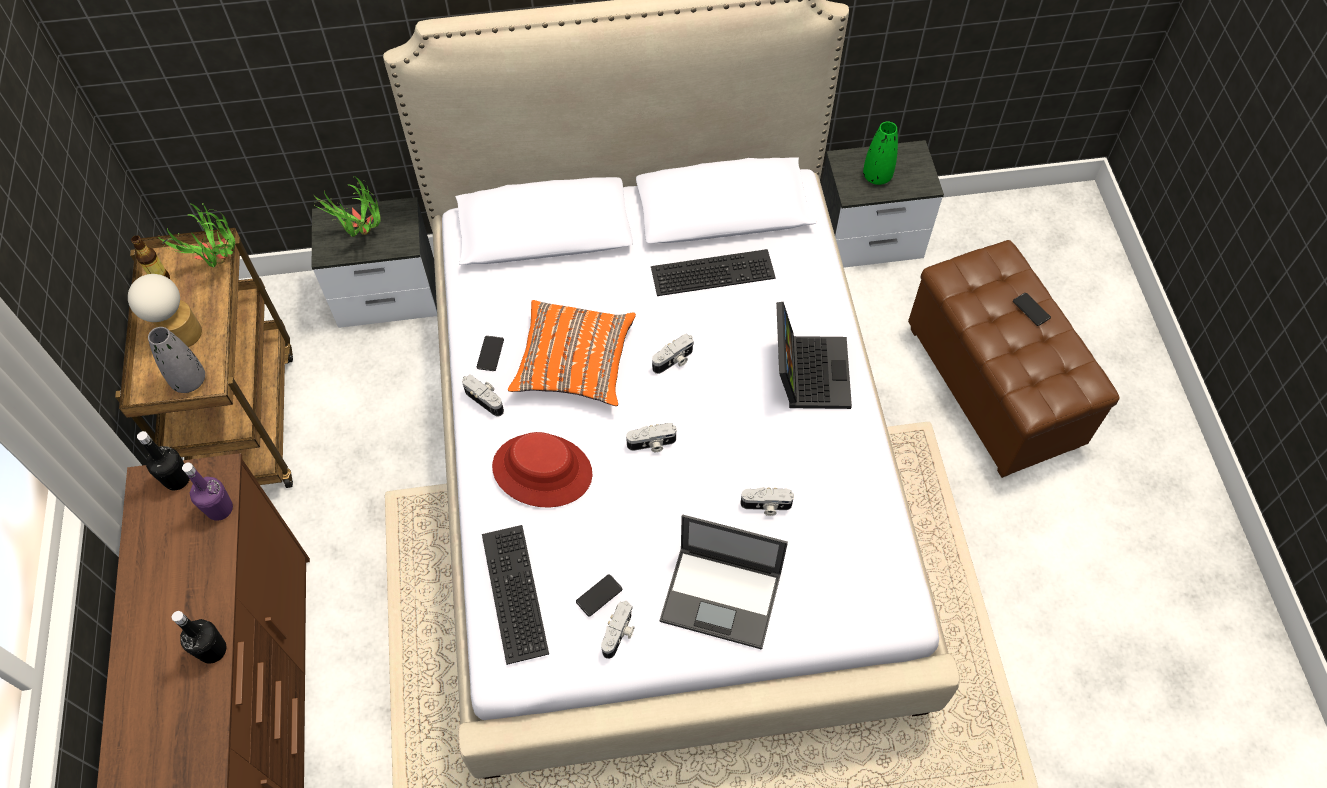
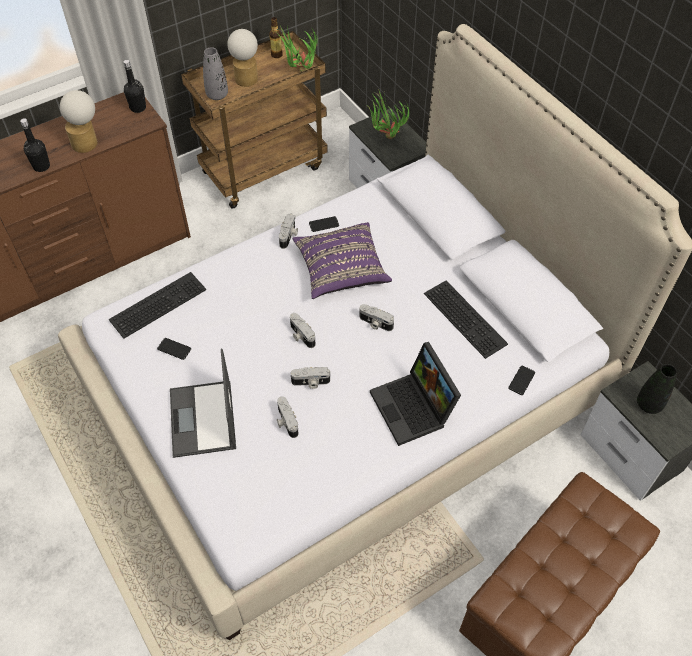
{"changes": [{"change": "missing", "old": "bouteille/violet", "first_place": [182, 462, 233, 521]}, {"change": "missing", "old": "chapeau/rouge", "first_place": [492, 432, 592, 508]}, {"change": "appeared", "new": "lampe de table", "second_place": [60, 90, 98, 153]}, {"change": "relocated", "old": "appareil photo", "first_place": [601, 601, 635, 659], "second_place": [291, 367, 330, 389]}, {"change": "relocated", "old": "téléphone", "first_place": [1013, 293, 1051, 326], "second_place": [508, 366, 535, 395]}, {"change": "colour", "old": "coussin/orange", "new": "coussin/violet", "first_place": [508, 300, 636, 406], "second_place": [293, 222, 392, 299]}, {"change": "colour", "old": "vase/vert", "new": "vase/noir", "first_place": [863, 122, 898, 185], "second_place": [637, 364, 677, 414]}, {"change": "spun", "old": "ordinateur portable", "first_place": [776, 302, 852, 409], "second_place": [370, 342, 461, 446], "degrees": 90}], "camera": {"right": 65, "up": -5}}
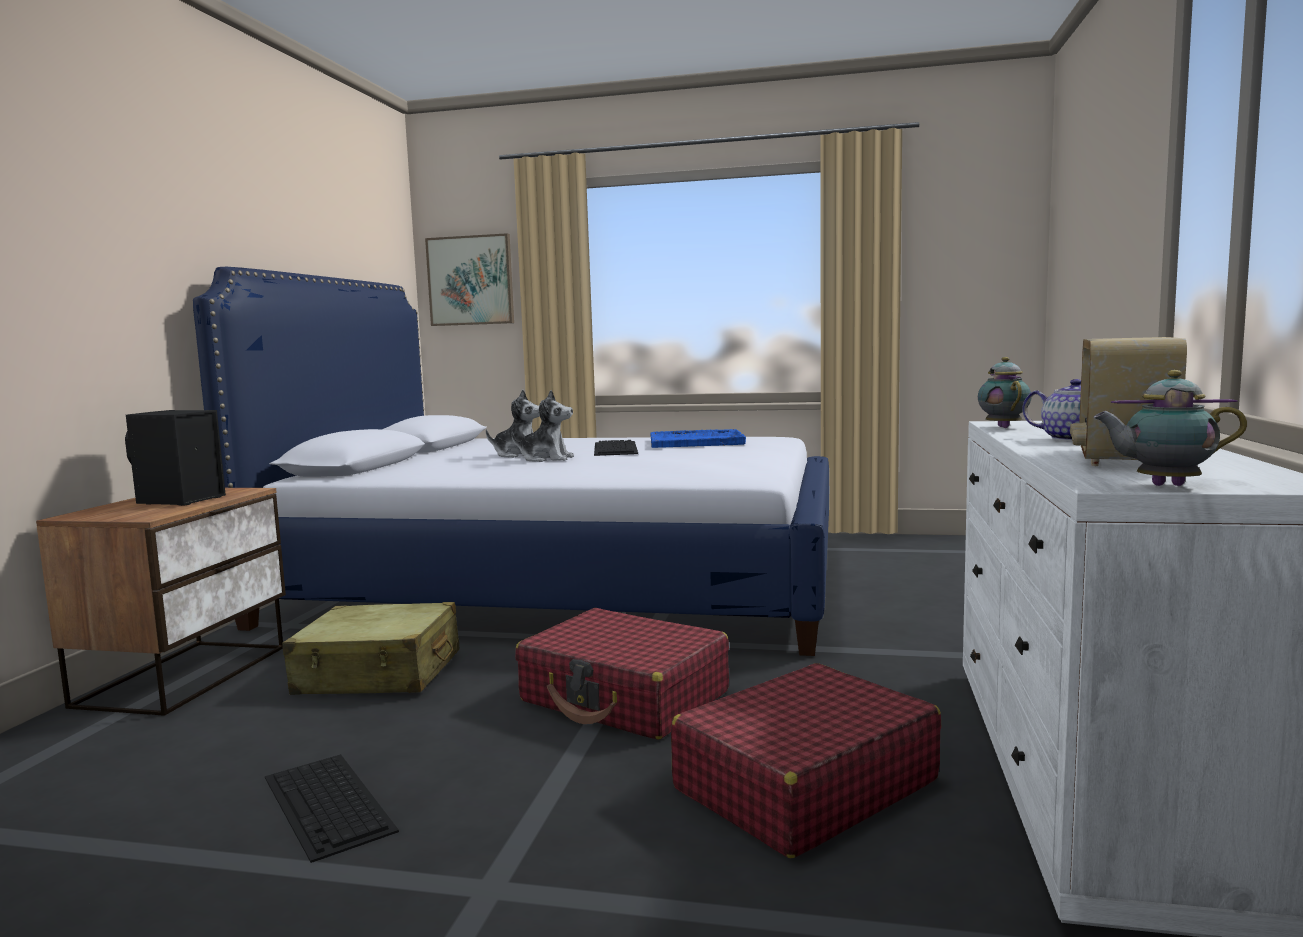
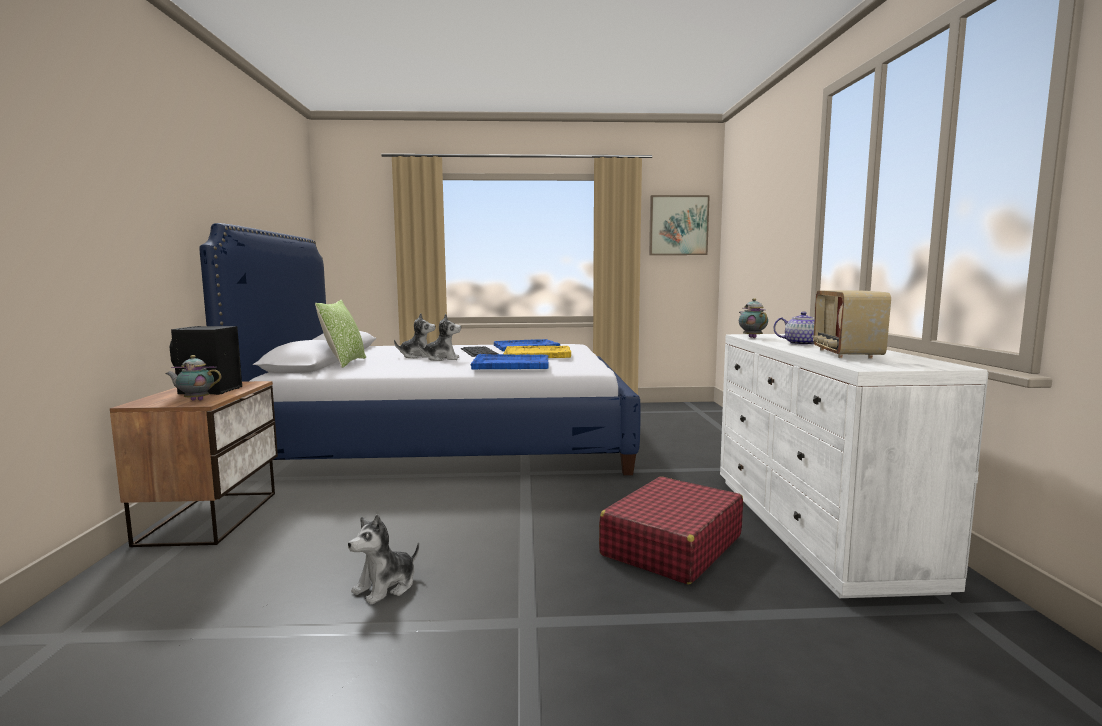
{"changes": [{"change": "missing", "old": "valise/beige", "first_place": [282, 602, 459, 695]}, {"change": "missing", "old": "valise/rouge", "first_place": [515, 608, 729, 740]}, {"change": "appeared", "new": "coussin", "second_place": [315, 300, 366, 368]}, {"change": "appeared", "new": "plateau/bleu", "second_place": [470, 354, 549, 369]}, {"change": "appeared", "new": "plateau/jaune", "second_place": [503, 346, 571, 358]}, {"change": "relocated", "old": "tableau", "first_place": [425, 233, 514, 326], "second_place": [649, 195, 710, 255]}, {"change": "relocated", "old": "théière", "first_place": [1093, 370, 1247, 486], "second_place": [165, 355, 221, 401]}, {"change": "exchanged", "old": "clavier", "new": "peluche", "first_place": [265, 754, 399, 863], "second_place": [348, 514, 419, 605]}], "camera": {"right": -15, "up": 0}}
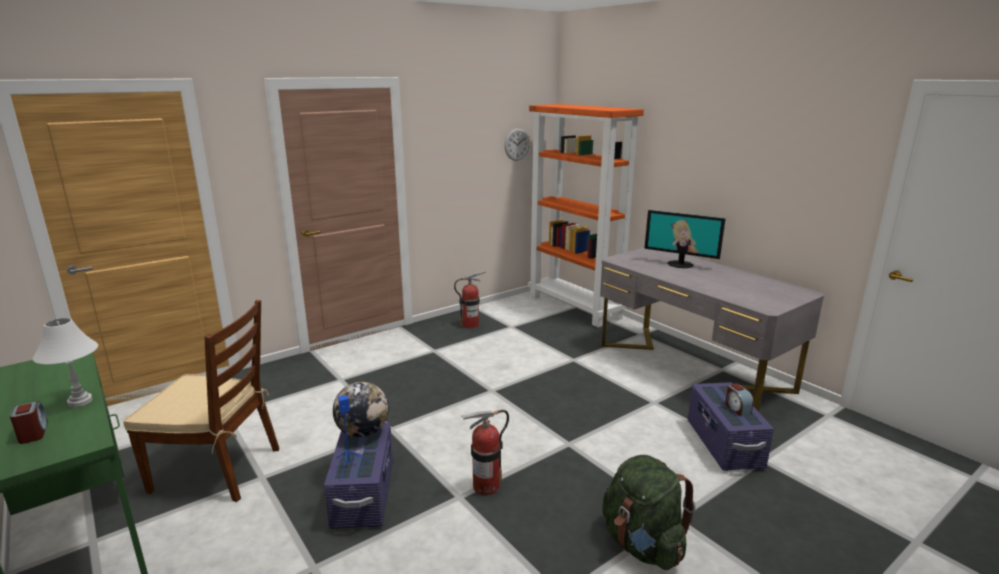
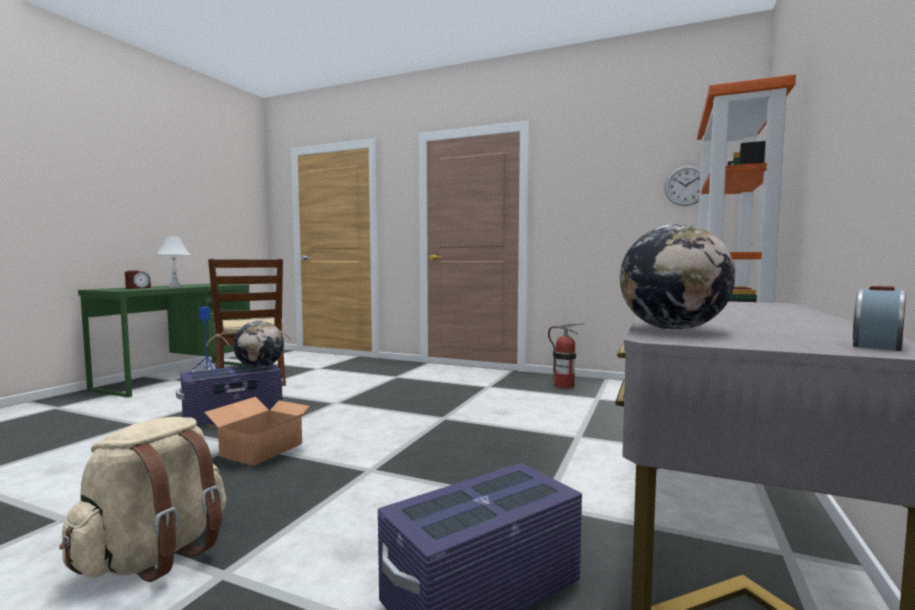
{"changes": [{"change": "missing", "old": "écran d'ordinateur", "first_place": [644, 210, 726, 268]}, {"change": "appeared", "new": "globe", "second_place": [620, 224, 735, 330]}, {"change": "relocated", "old": "réveil", "first_place": [725, 384, 753, 416], "second_place": [853, 286, 906, 351]}, {"change": "exchanged", "old": "extincteur", "new": "carton", "first_place": [461, 410, 509, 496], "second_place": [204, 397, 315, 466]}, {"change": "colour", "old": "sac à dos/vert", "new": "sac à dos/beige", "first_place": [602, 455, 696, 570], "second_place": [59, 417, 226, 582]}], "camera": {"right": 60, "up": -15}}
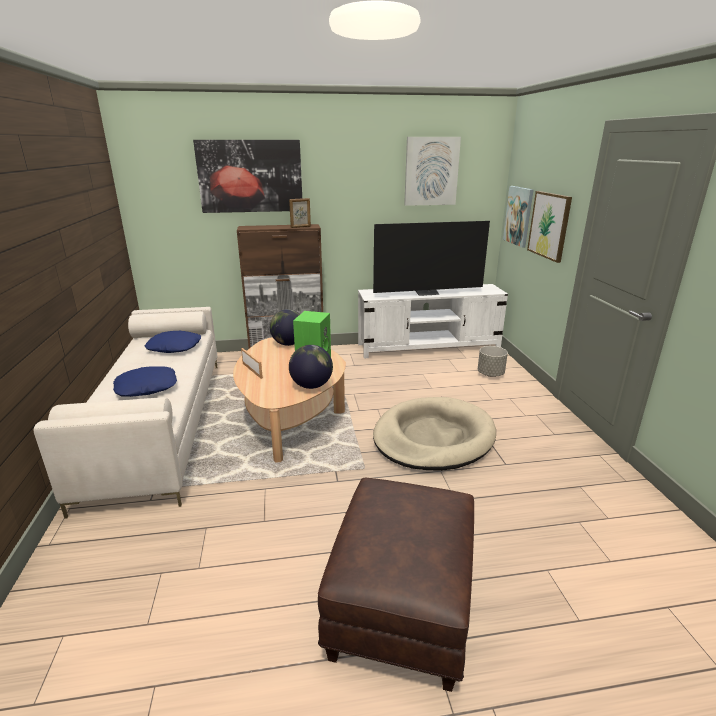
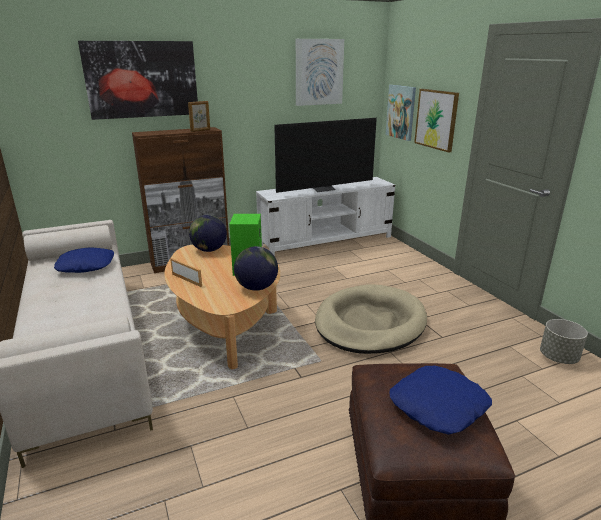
{"changes": [{"change": "relocated", "old": "coussin/bleu", "first_place": [113, 367, 177, 397], "second_place": [389, 366, 492, 435]}, {"change": "relocated", "old": "cache-pot/gris", "first_place": [478, 346, 508, 377], "second_place": [540, 319, 588, 364]}], "camera": {"right": -15, "up": 0}}
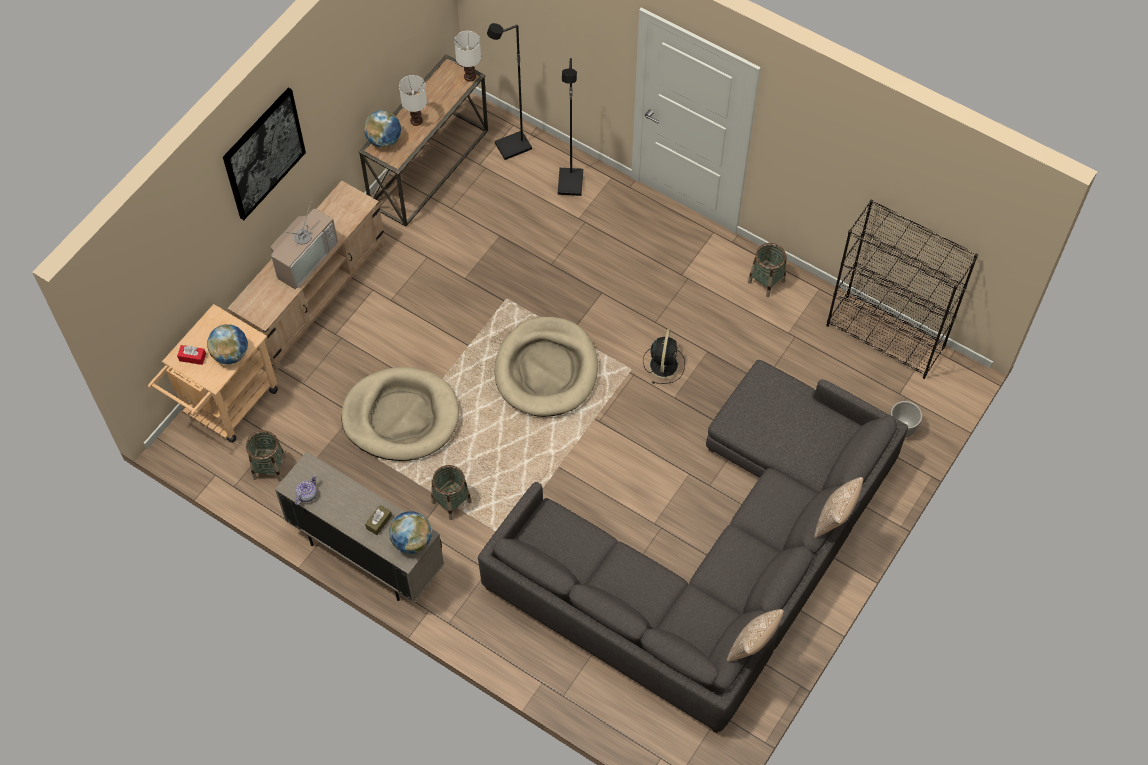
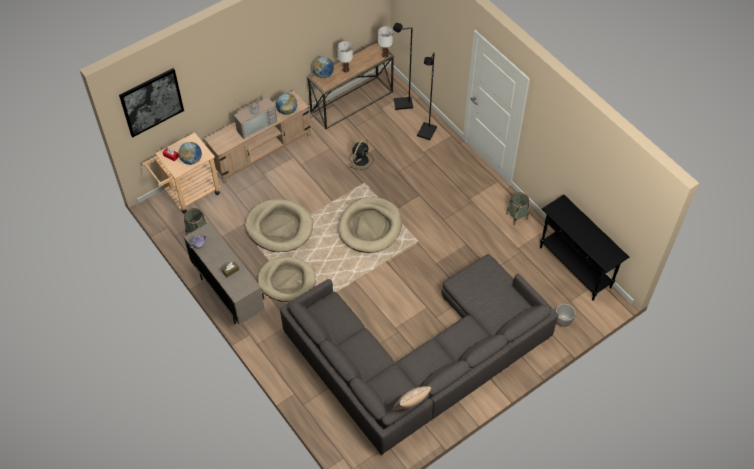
{"changes": [{"change": "missing", "old": "coussin", "first_place": [814, 477, 863, 538]}, {"change": "relocated", "old": "tableau", "first_place": [223, 88, 306, 220], "second_place": [119, 68, 184, 137]}, {"change": "relocated", "old": "globe", "first_place": [389, 511, 432, 554], "second_place": [276, 93, 297, 115]}, {"change": "relocated", "old": "ventilateur/noir", "first_place": [643, 329, 685, 384], "second_place": [350, 138, 374, 170]}, {"change": "exchanged", "old": "panier", "new": "panier pour chien/beige", "first_place": [431, 465, 472, 520], "second_place": [257, 256, 316, 302]}, {"change": "exchanged", "old": "bibliothèque/noir", "new": "table console/noir", "first_place": [826, 199, 978, 379], "second_place": [540, 195, 629, 301]}], "camera": {"right": 20, "up": -5}}
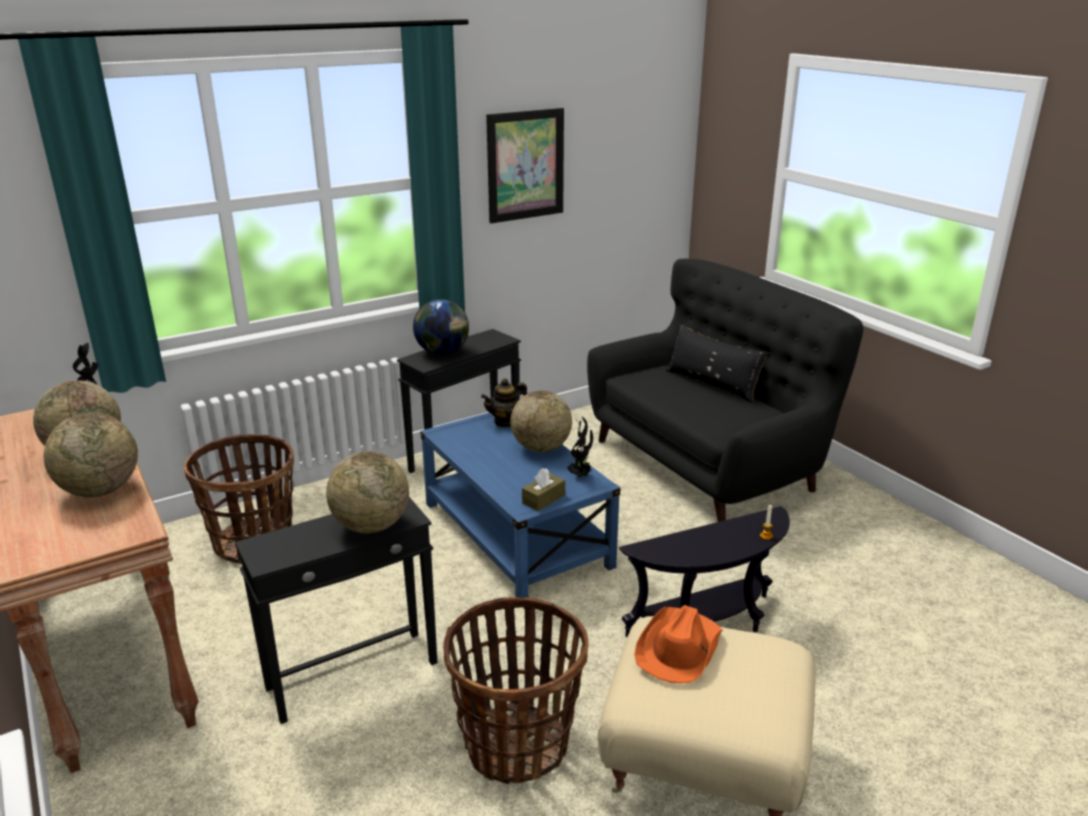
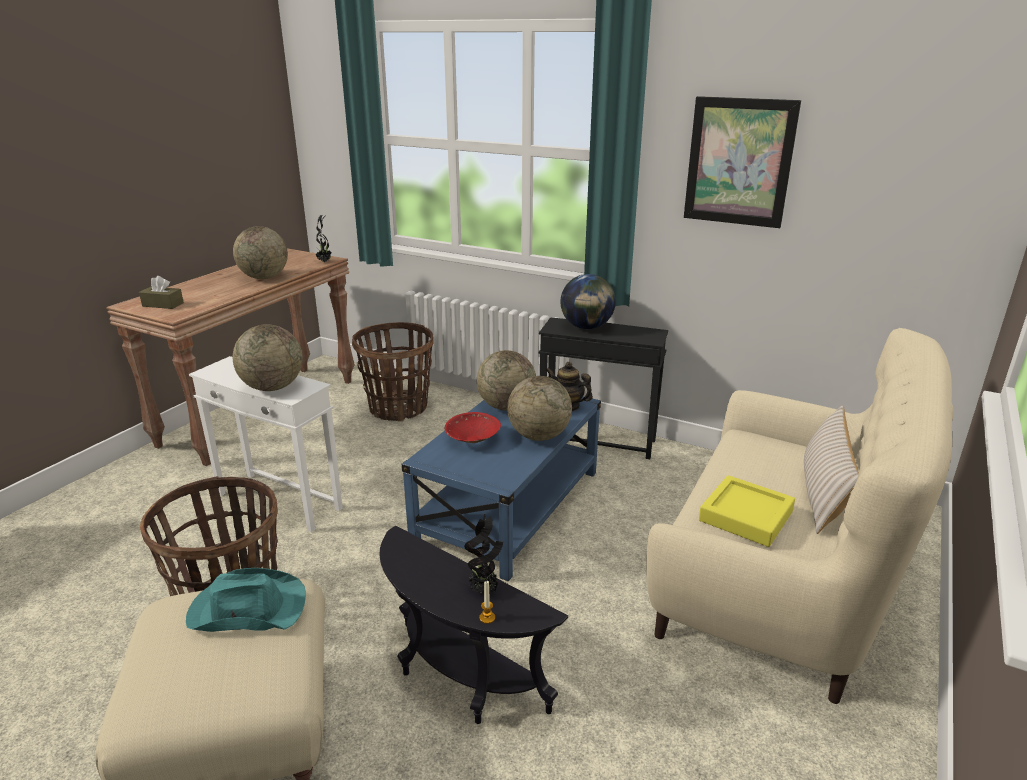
{"changes": [{"change": "appeared", "new": "bol/rouge", "second_place": [445, 412, 501, 443]}, {"change": "appeared", "new": "plateau/jaune", "second_place": [699, 475, 795, 547]}, {"change": "relocated", "old": "globe", "first_place": [44, 413, 138, 497], "second_place": [477, 350, 536, 410]}, {"change": "relocated", "old": "boîte à mouchoirs/marron", "first_place": [522, 468, 565, 511], "second_place": [139, 276, 184, 309]}, {"change": "relocated", "old": "plante en pot", "first_place": [567, 417, 593, 477], "second_place": [464, 514, 503, 594]}, {"change": "colour", "old": "table d'appoint/noir", "new": "table d'appoint/blanc", "first_place": [235, 497, 437, 724], "second_place": [189, 356, 343, 532]}, {"change": "colour", "old": "canapé/noir", "new": "canapé/beige", "first_place": [587, 259, 863, 522], "second_place": [646, 328, 954, 704]}, {"change": "colour", "old": "chapeau/orange", "new": "chapeau/turquoise", "first_place": [634, 605, 723, 683], "second_place": [186, 568, 306, 632]}, {"change": "colour", "old": "coussin/noir", "new": "coussin/beige", "first_place": [666, 324, 768, 403], "second_place": [804, 405, 859, 534]}], "camera": {"right": 60, "up": 0}}
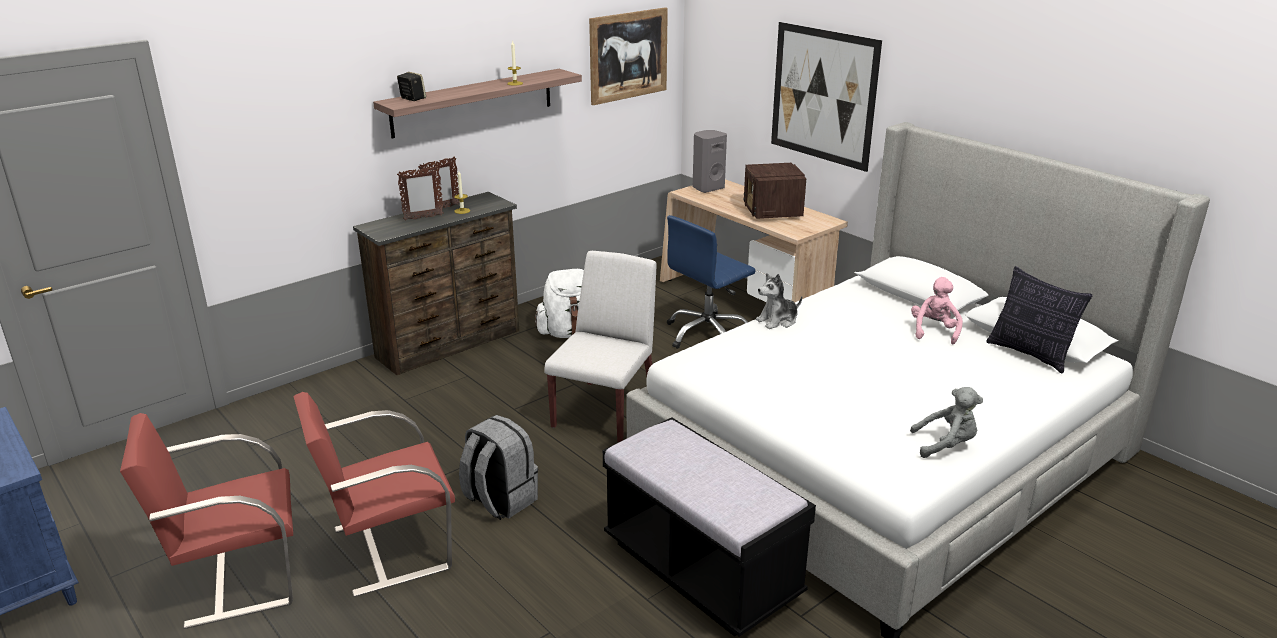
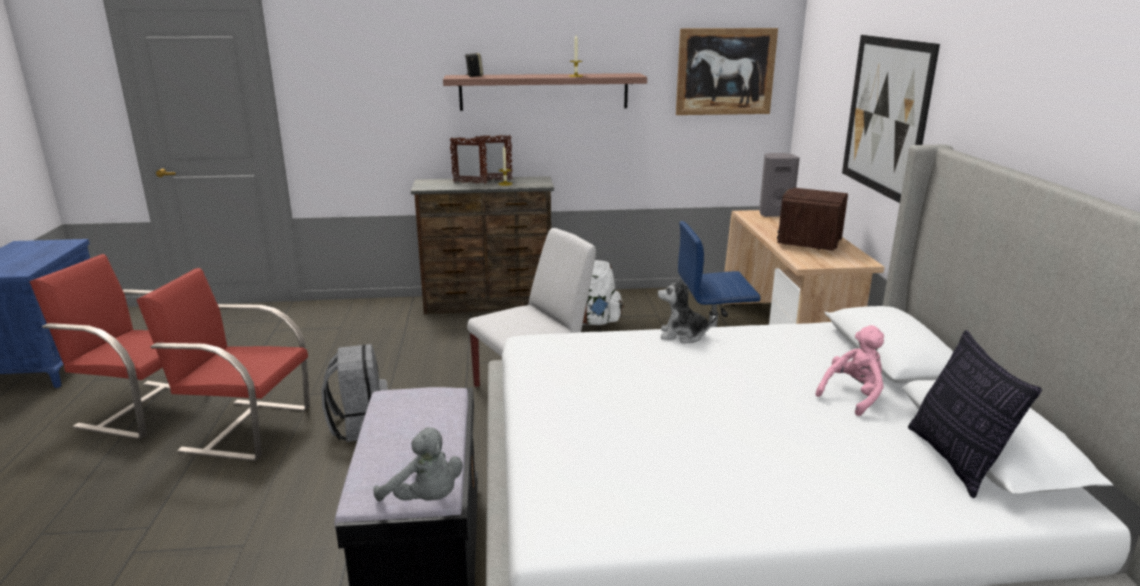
{"changes": [{"change": "relocated", "old": "peluche/gris", "first_place": [910, 387, 983, 458], "second_place": [374, 427, 462, 501]}], "camera": {"right": 35, "up": -5}}
